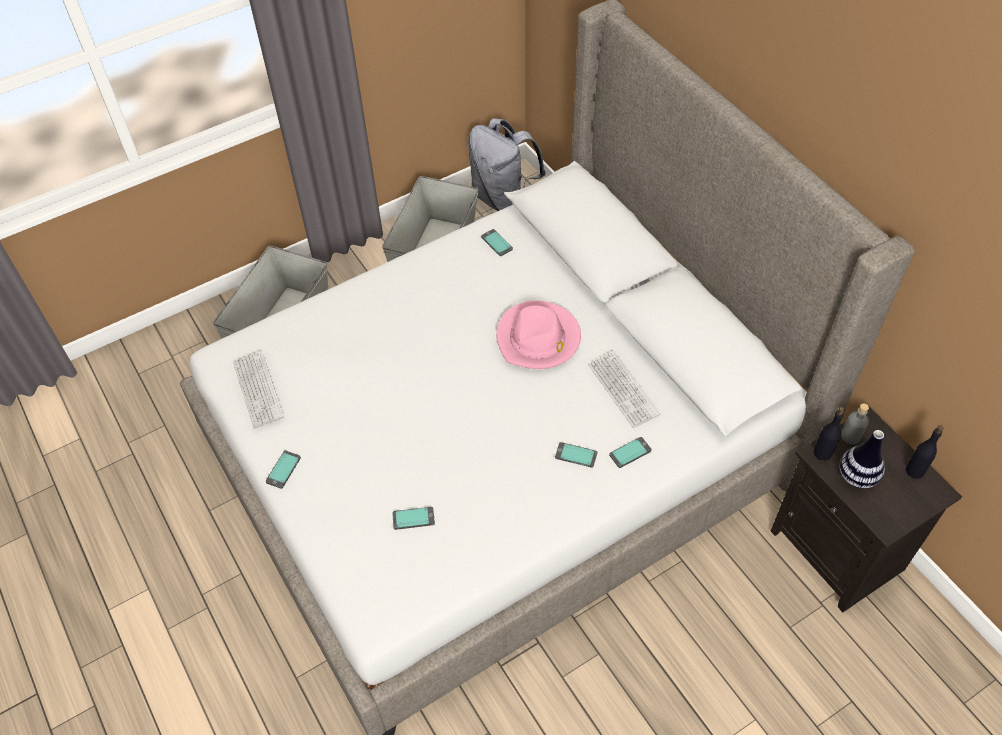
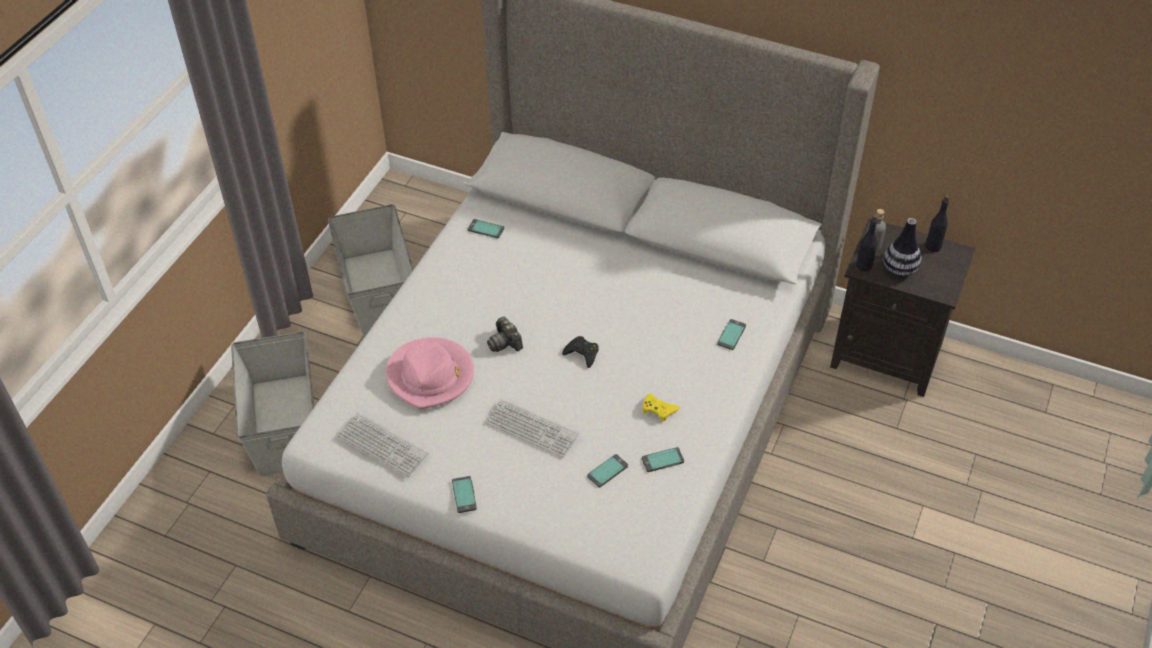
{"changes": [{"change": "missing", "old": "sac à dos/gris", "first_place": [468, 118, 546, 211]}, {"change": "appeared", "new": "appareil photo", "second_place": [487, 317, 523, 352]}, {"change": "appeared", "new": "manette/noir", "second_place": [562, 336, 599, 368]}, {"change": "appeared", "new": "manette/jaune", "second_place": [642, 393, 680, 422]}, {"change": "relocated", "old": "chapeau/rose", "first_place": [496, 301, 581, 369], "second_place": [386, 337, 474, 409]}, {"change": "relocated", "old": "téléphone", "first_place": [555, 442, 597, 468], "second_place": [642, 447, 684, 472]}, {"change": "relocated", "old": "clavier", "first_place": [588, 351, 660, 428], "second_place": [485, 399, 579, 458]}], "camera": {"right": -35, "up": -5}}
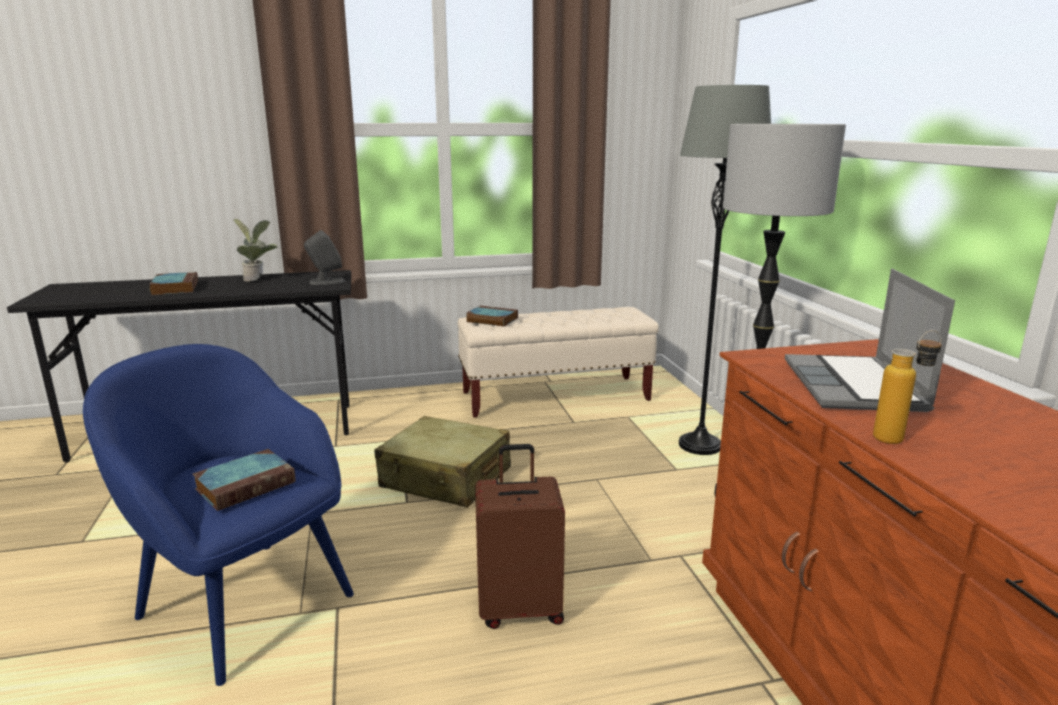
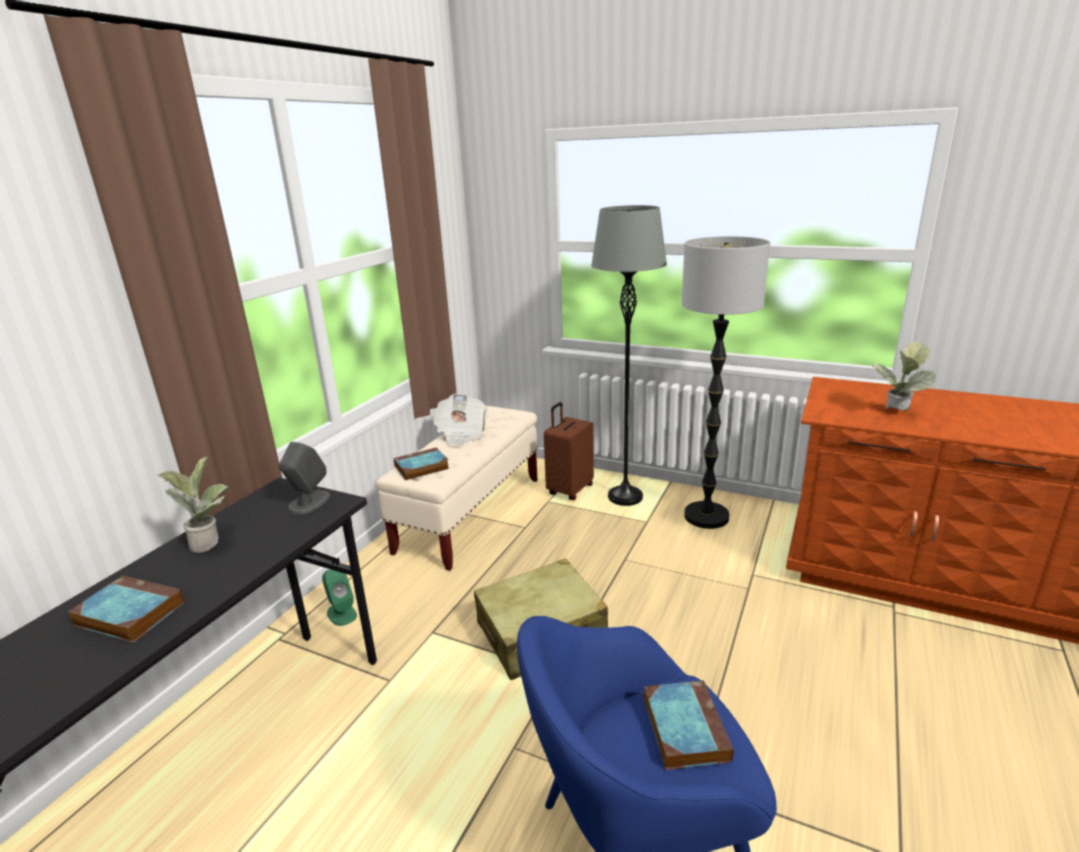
{"changes": [{"change": "missing", "old": "bouteille", "first_place": [873, 330, 942, 444]}, {"change": "appeared", "new": "enceinte/vert", "second_place": [322, 569, 357, 626]}, {"change": "appeared", "new": "journal", "second_place": [432, 393, 487, 446]}, {"change": "relocated", "old": "valise/marron", "first_place": [475, 444, 565, 629], "second_place": [544, 402, 594, 500]}, {"change": "exchanged", "old": "ordinateur portable", "new": "plante en pot", "first_place": [785, 269, 955, 412], "second_place": [873, 342, 936, 410]}], "camera": {"right": -50, "up": 5}}
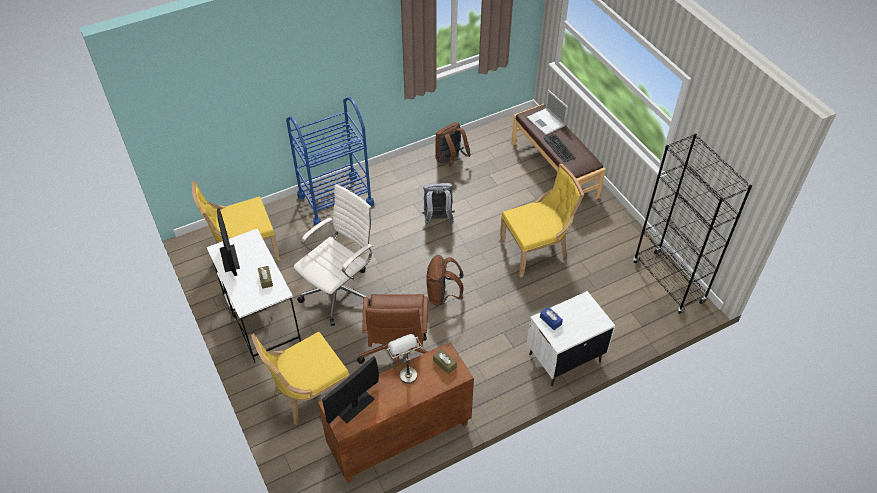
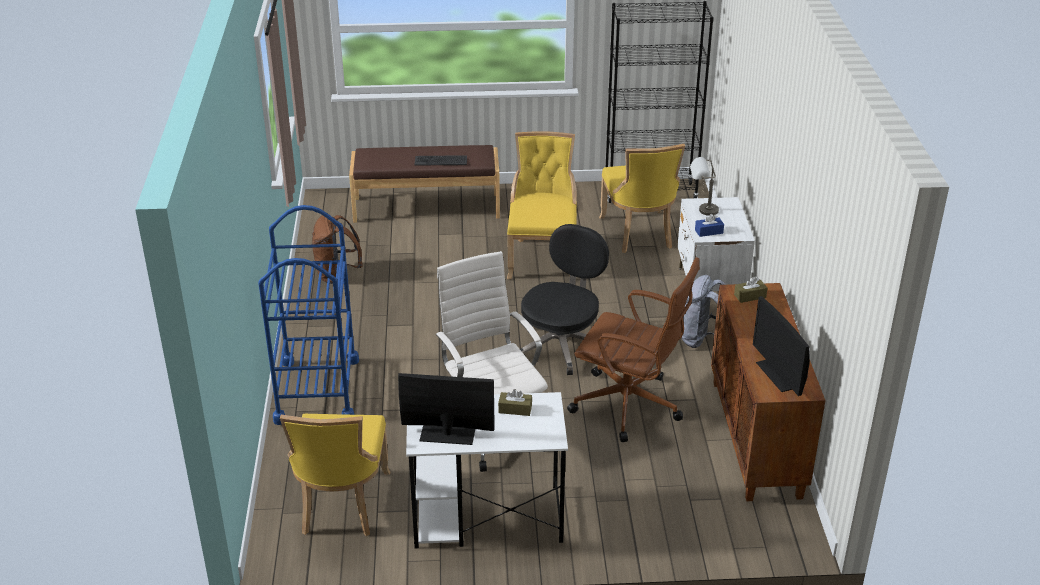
{"changes": [{"change": "missing", "old": "ordinateur portable", "first_place": [527, 90, 568, 135]}, {"change": "relocated", "old": "chaise/jaune", "first_place": [251, 332, 349, 425], "second_place": [599, 144, 685, 253]}, {"change": "relocated", "old": "lampe de table/gris", "first_place": [387, 334, 422, 384], "second_place": [690, 157, 719, 216]}, {"change": "relocated", "old": "sac à dos/gris", "first_place": [422, 183, 455, 225], "second_place": [682, 275, 726, 348]}, {"change": "exchanged", "old": "sac à dos/marron", "new": "chaise de bureau/noir", "first_place": [426, 255, 463, 306], "second_place": [520, 224, 609, 375]}], "camera": {"right": -65, "up": -15}}
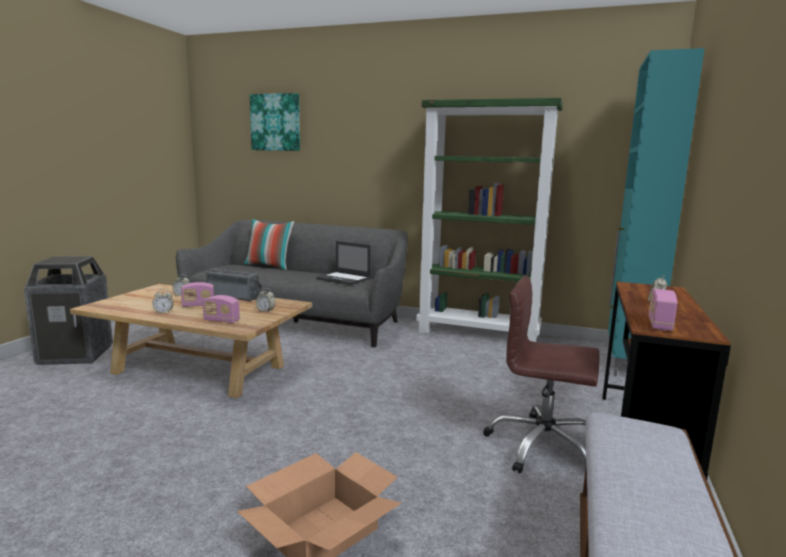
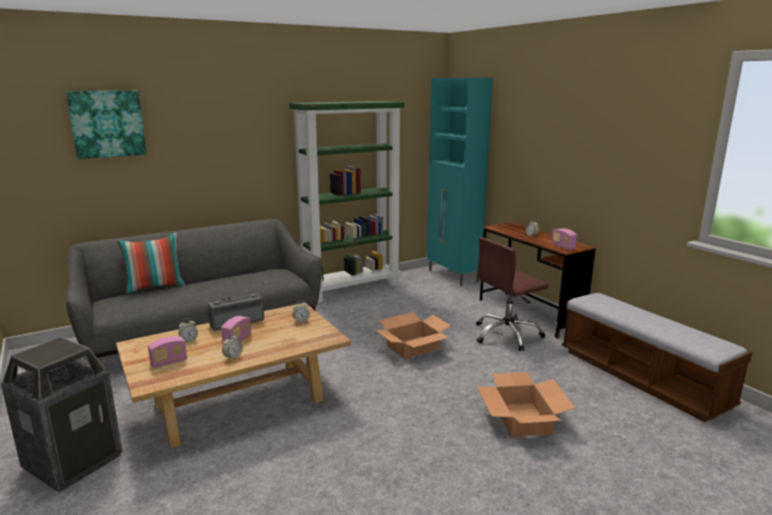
{"changes": [{"change": "missing", "old": "ordinateur portable", "first_place": [316, 241, 371, 285]}, {"change": "appeared", "new": "carton", "second_place": [376, 312, 451, 359]}, {"change": "relocated", "old": "radio", "first_place": [203, 295, 240, 323], "second_place": [148, 336, 187, 368]}], "camera": {"right": -50, "up": 5}}
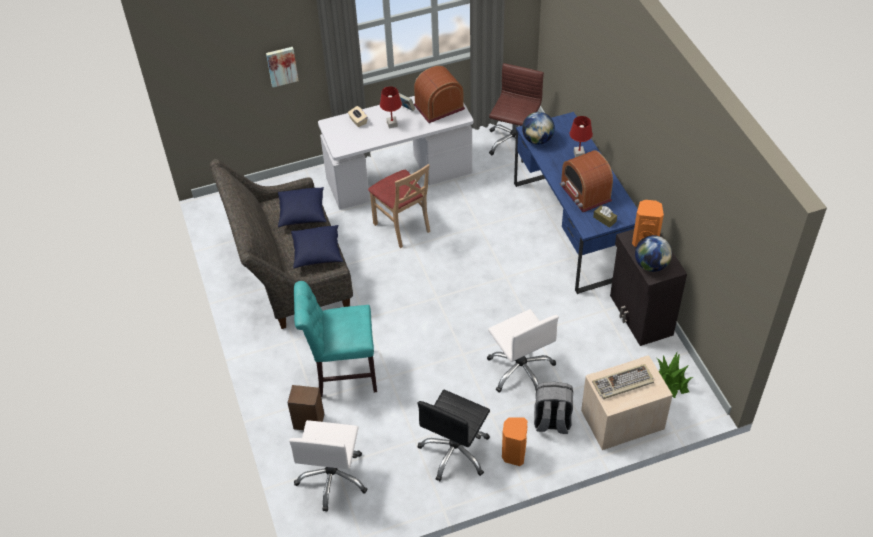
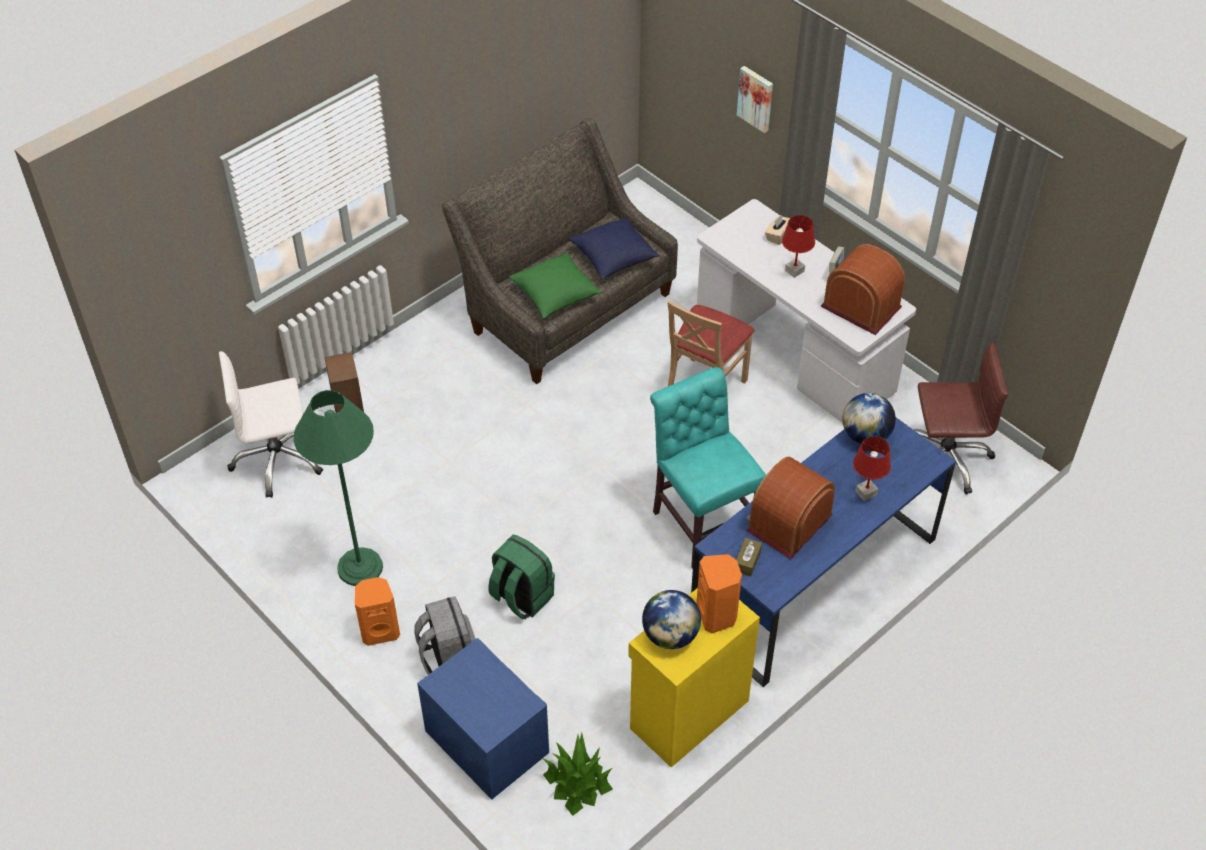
{"changes": [{"change": "missing", "old": "clavier", "first_place": [592, 364, 654, 399]}, {"change": "relocated", "old": "chaise/turquoise", "first_place": [294, 281, 377, 397], "second_place": [650, 367, 766, 569]}, {"change": "exchanged", "old": "chaise de bureau/noir", "new": "lampadaire/vert", "first_place": [418, 390, 490, 481], "second_place": [293, 390, 383, 586]}, {"change": "exchanged", "old": "chaise de bureau/blanc", "new": "sac à dos/vert", "first_place": [487, 309, 559, 393], "second_place": [488, 535, 555, 619]}, {"change": "colour", "old": "coussin/bleu", "new": "coussin/vert", "first_place": [291, 225, 343, 269], "second_place": [509, 253, 602, 318]}, {"change": "colour", "old": "table de chevet/beige", "new": "table de chevet/bleu", "first_place": [581, 355, 673, 450], "second_place": [417, 638, 549, 800]}, {"change": "colour", "old": "meuble de rangement/noir", "new": "meuble de rangement/jaune", "first_place": [610, 229, 687, 346], "second_place": [628, 588, 760, 767]}], "camera": {"right": 65, "up": 0}}
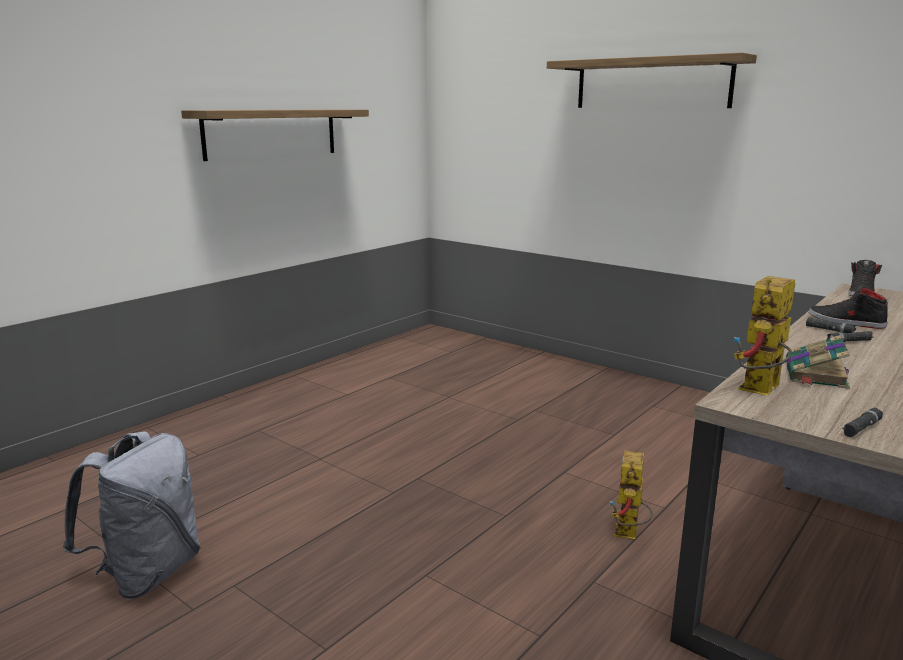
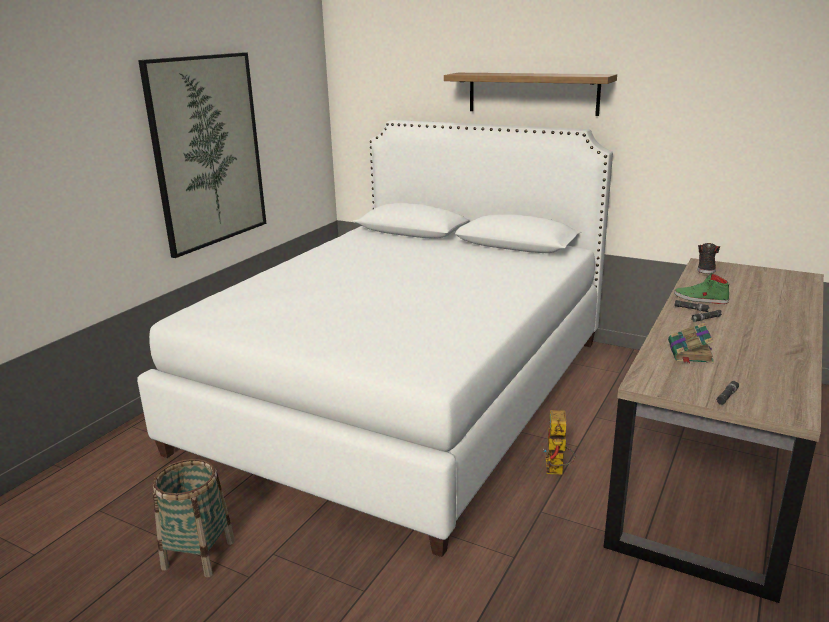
{"changes": [{"change": "missing", "old": "robot jouet", "first_place": [734, 276, 795, 395]}, {"change": "appeared", "new": "lit/blanc", "second_place": [137, 120, 613, 557]}, {"change": "exchanged", "old": "sac à dos/gris", "new": "panier", "first_place": [63, 431, 201, 599], "second_place": [153, 459, 235, 578]}, {"change": "exchanged", "old": "étagère", "new": "tableau", "first_place": [181, 109, 369, 161], "second_place": [138, 52, 266, 258]}, {"change": "colour", "old": "chaussure/noir", "new": "chaussure/vert", "first_place": [809, 286, 888, 329], "second_place": [674, 273, 729, 304]}], "camera": {"right": -10, "up": 5}}
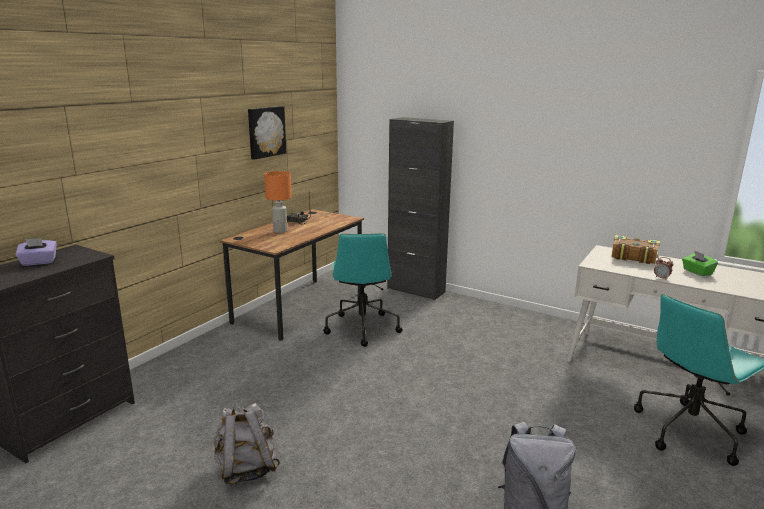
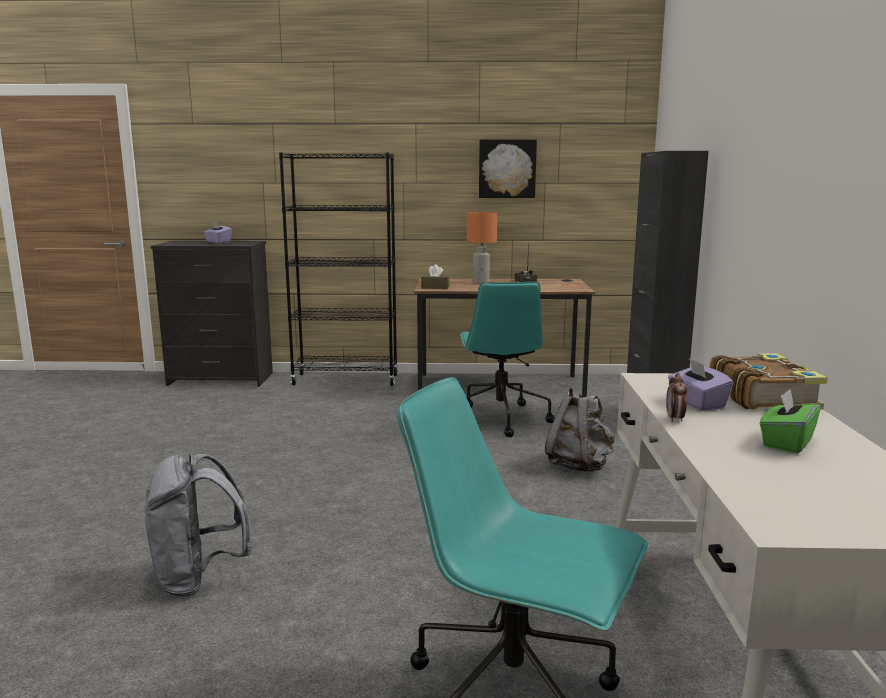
{"changes": [{"change": "appeared", "new": "bibliothèque/noir", "second_place": [279, 153, 398, 386]}, {"change": "appeared", "new": "boîte à mouchoirs/marron", "second_place": [421, 264, 450, 289]}, {"change": "appeared", "new": "boîte à mouchoirs/violet", "second_place": [668, 358, 734, 411]}, {"change": "relocated", "old": "sac à dos/gris", "first_place": [214, 403, 280, 485], "second_place": [545, 387, 614, 472]}, {"change": "spun", "old": "chaise de bureau/turquoise", "first_place": [323, 233, 403, 347], "second_place": [460, 281, 555, 437], "degrees": -60}], "camera": {"right": 60, "up": -5}}
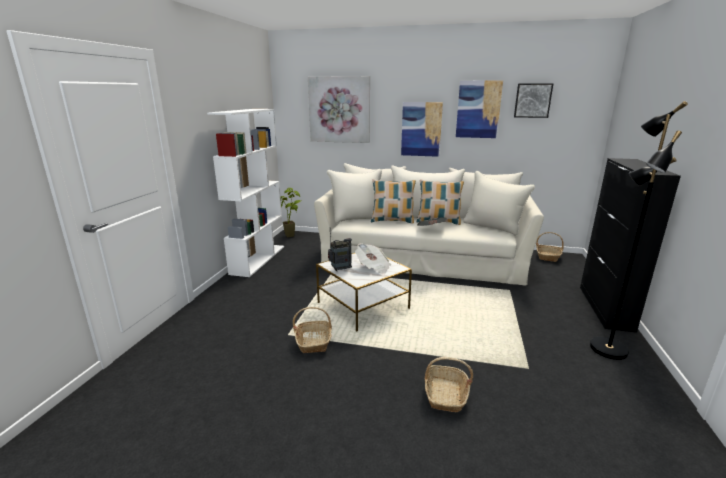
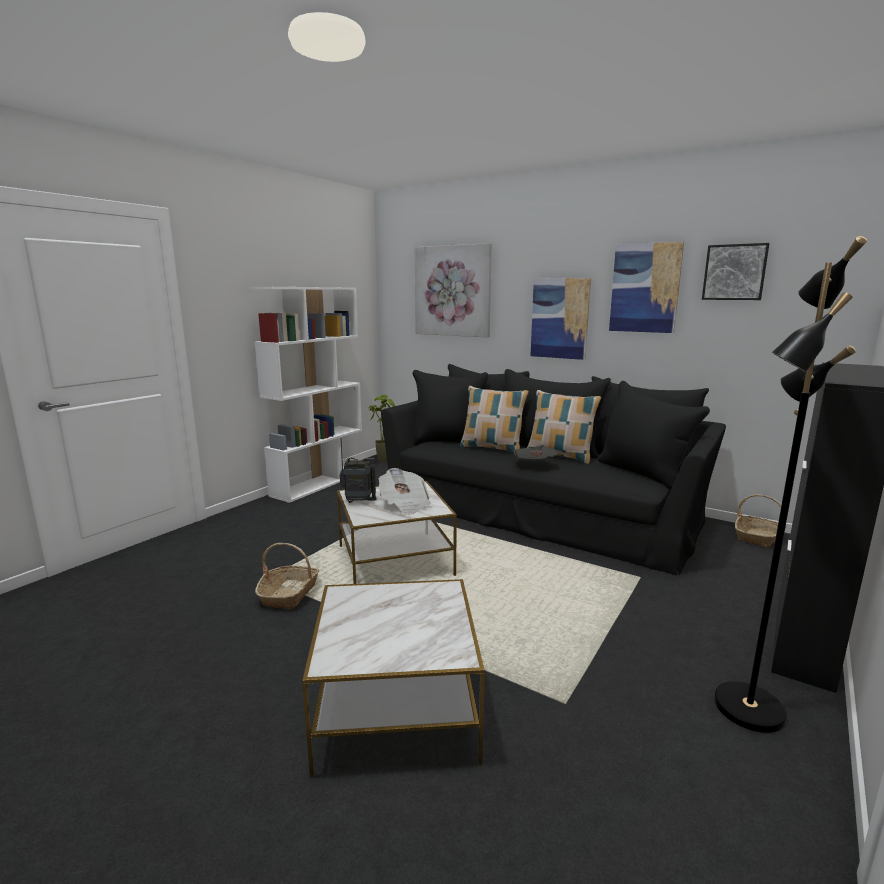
{"changes": [{"change": "exchanged", "old": "panier", "new": "table d'appoint", "first_place": [425, 357, 473, 412], "second_place": [302, 579, 485, 778]}, {"change": "colour", "old": "canapé/beige", "new": "canapé/noir", "first_place": [314, 163, 544, 286], "second_place": [381, 364, 726, 575]}], "camera": {"right": 20, "up": -5}}
